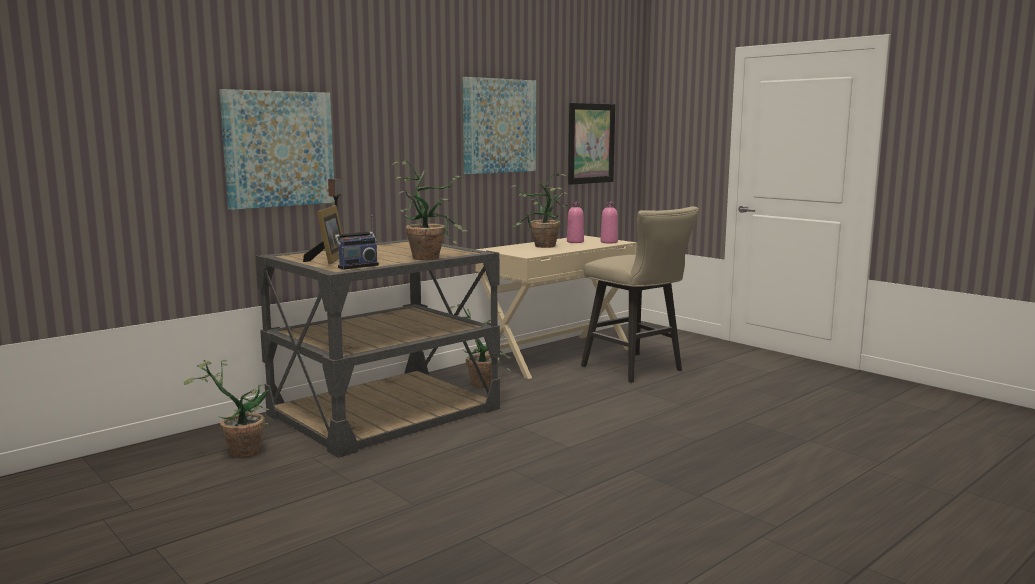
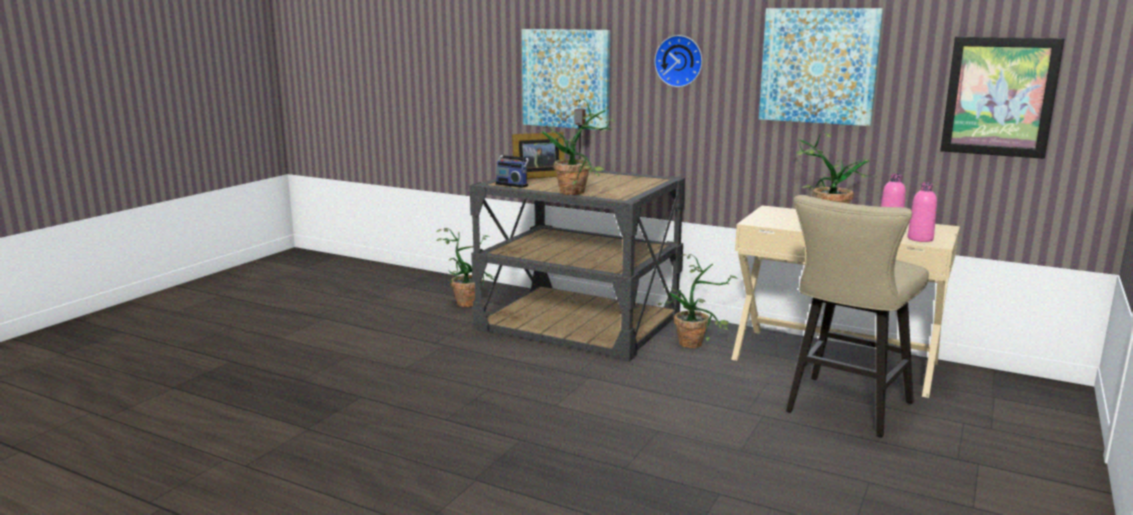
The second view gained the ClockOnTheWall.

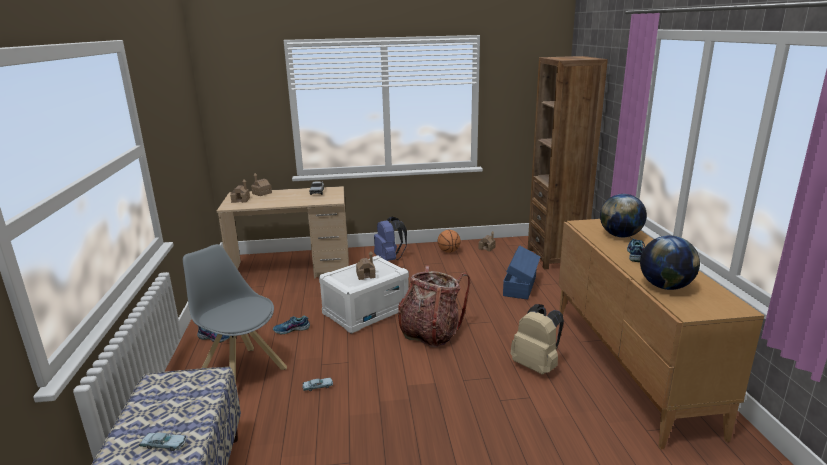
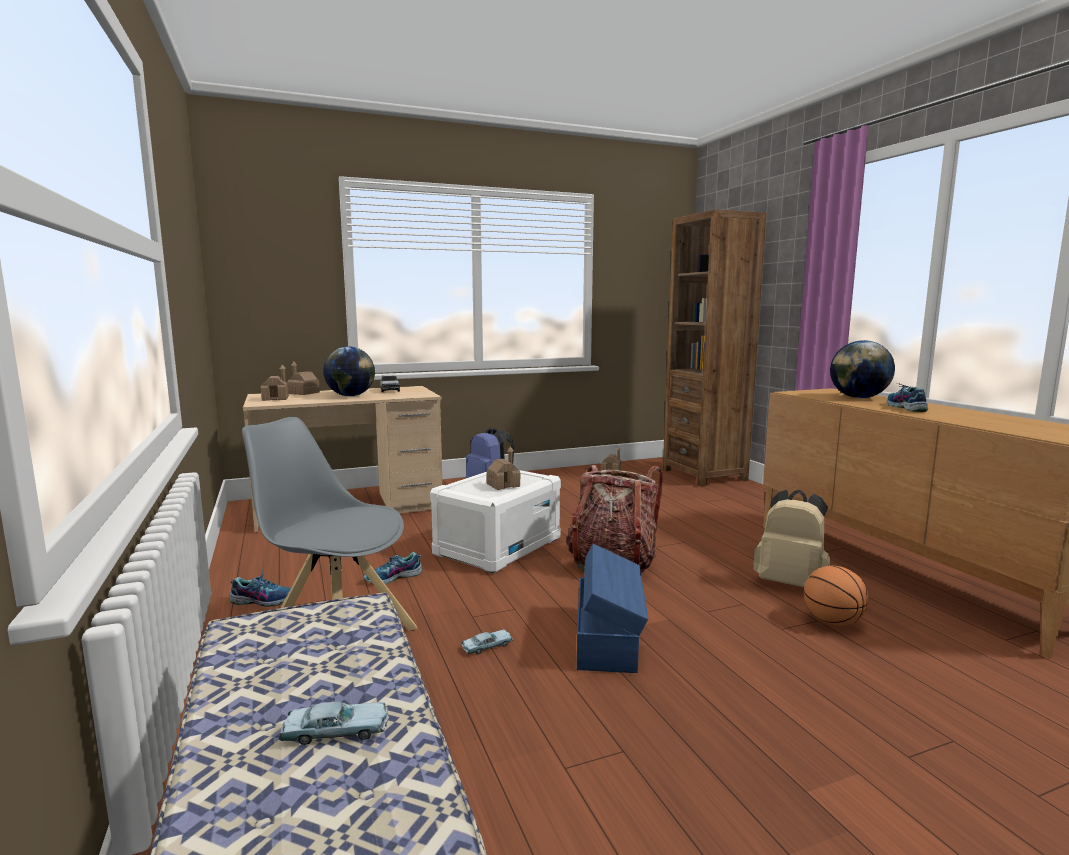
The BallForBasketball ended up elsewhere. The DeskGlobe (no. 2 from left in the first image) ended up elsewhere. The BlueColouredStorageContainer ended up elsewhere.

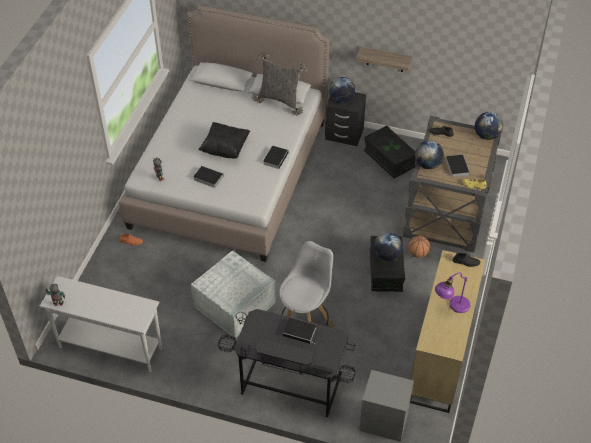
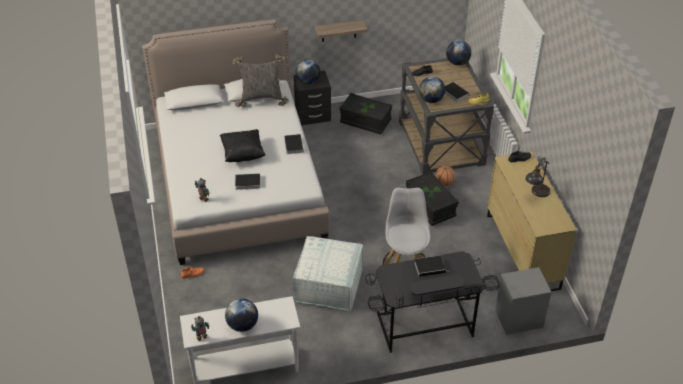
The DeskGlobe (no. 2 from left in the first image) ended up elsewhere. What was the PurpleTableLamp turned into the GreyishTableLamp.

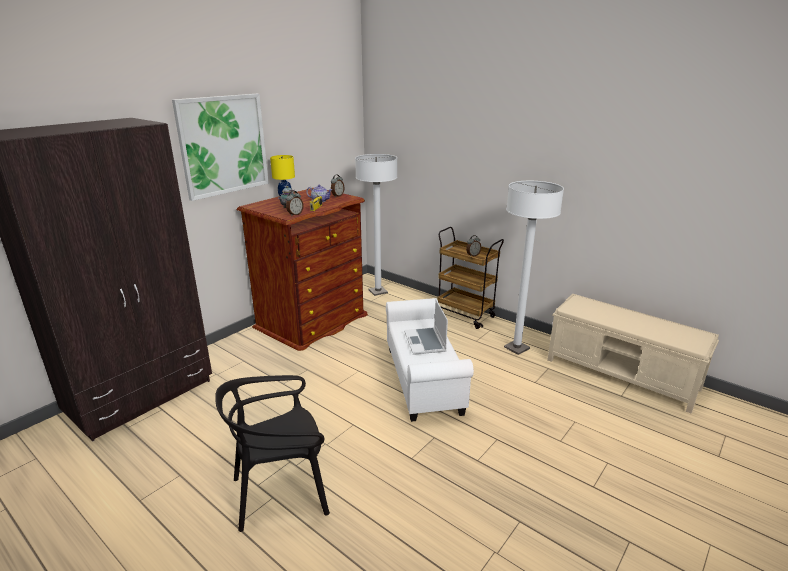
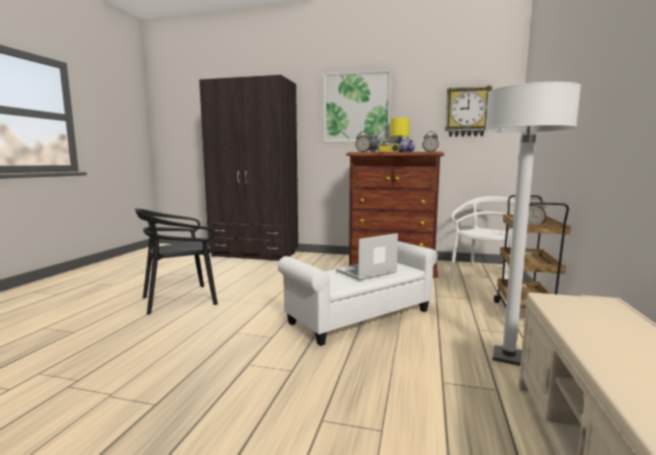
Where the WhiteFloorLamp (no. 1 from left) stood, the WhiteUprightChair came to stand. The BlackUprightChair ended up facing another way, 75 degrees counterclockwise from before. The second view gained the ClockOnTheWall.

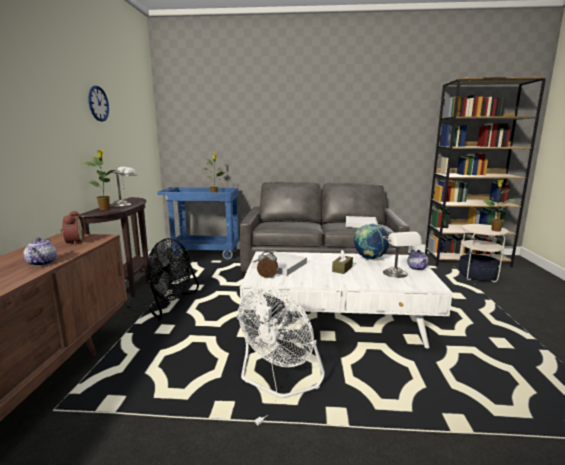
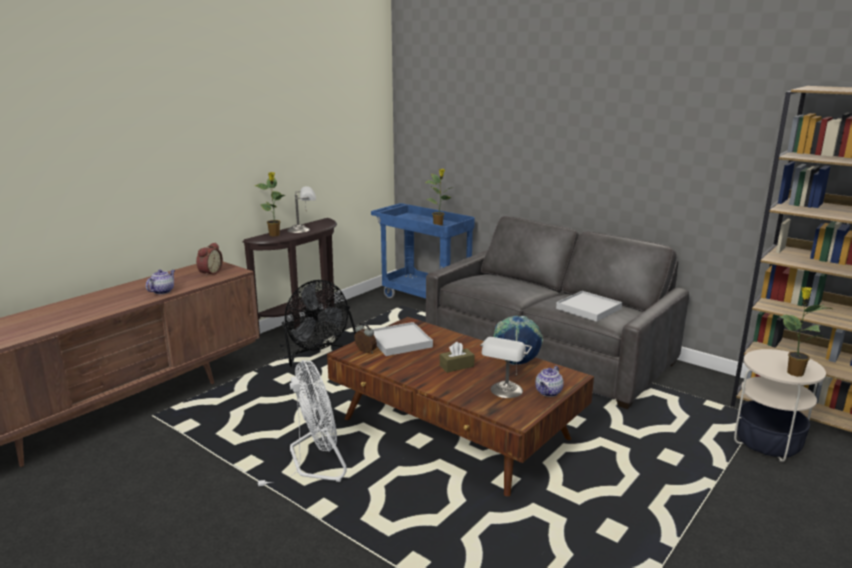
The second view lost the ClockOnTheWall. What was the WhiteCoffeeTable turned into the BrownishCoffeeTable.

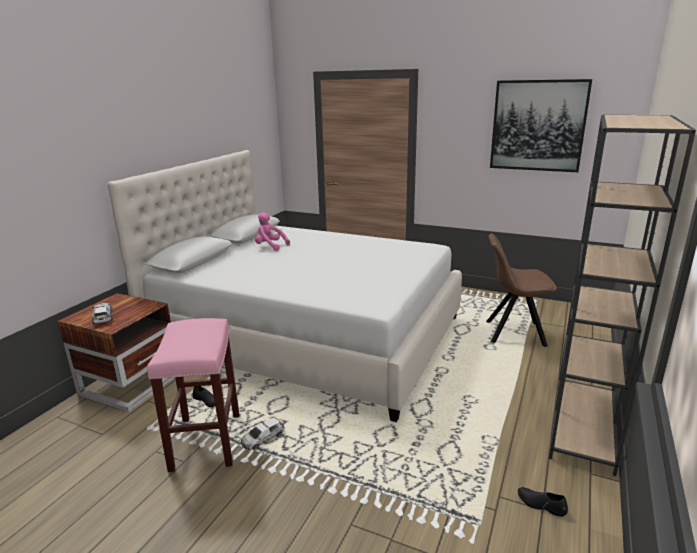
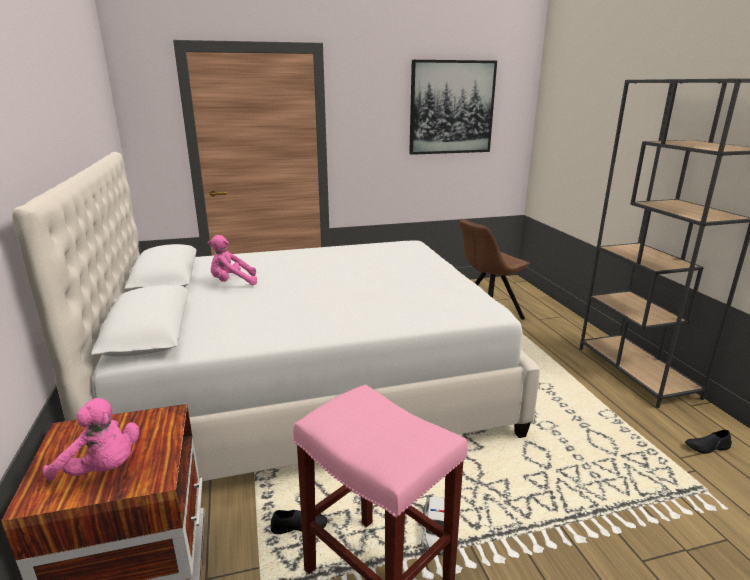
Where the MiniatureCar (no. 1 from left) stood, the PinkPlushToy (no. 1 from left) came to stand.

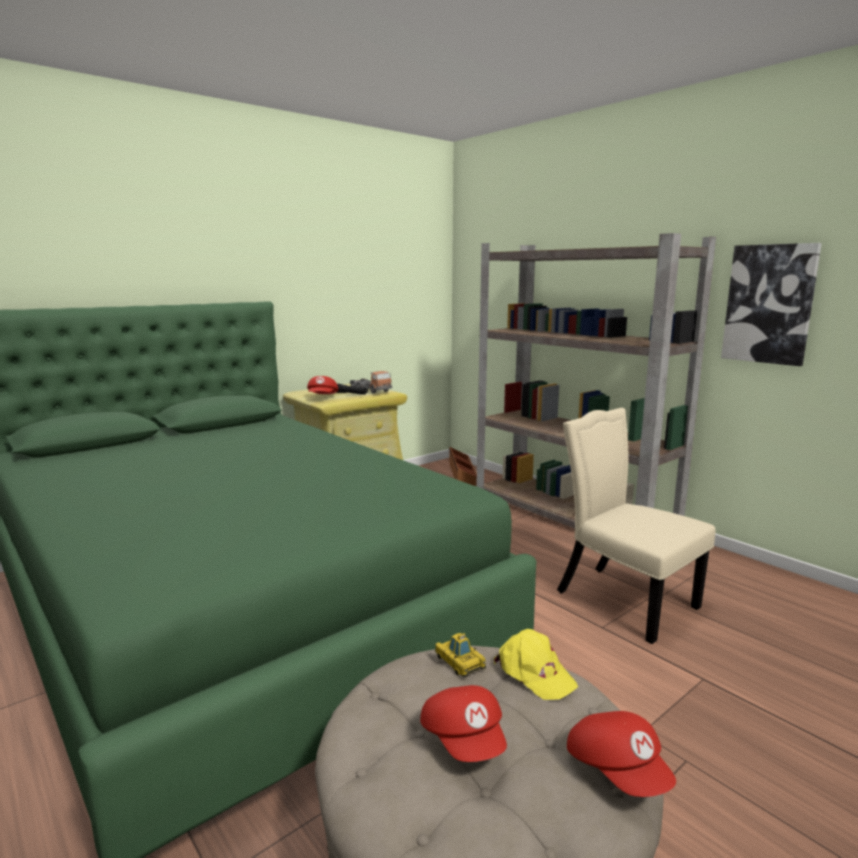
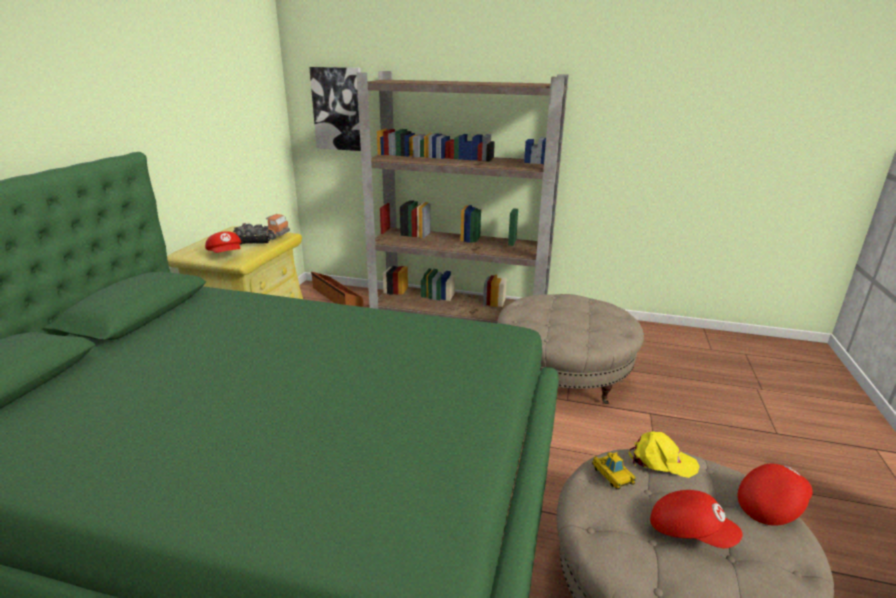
The WallPicture ended up elsewhere. Where the SandColouredUprightChair stood, the SandColouredOttoman (no. 1 from left) came to stand. The MiniatureCar ended up facing another way, 135 degrees counterclockwise from before. The ReddishPeakedCap (no. 3 from left) ended up facing another way, 60 degrees counterclockwise from before.

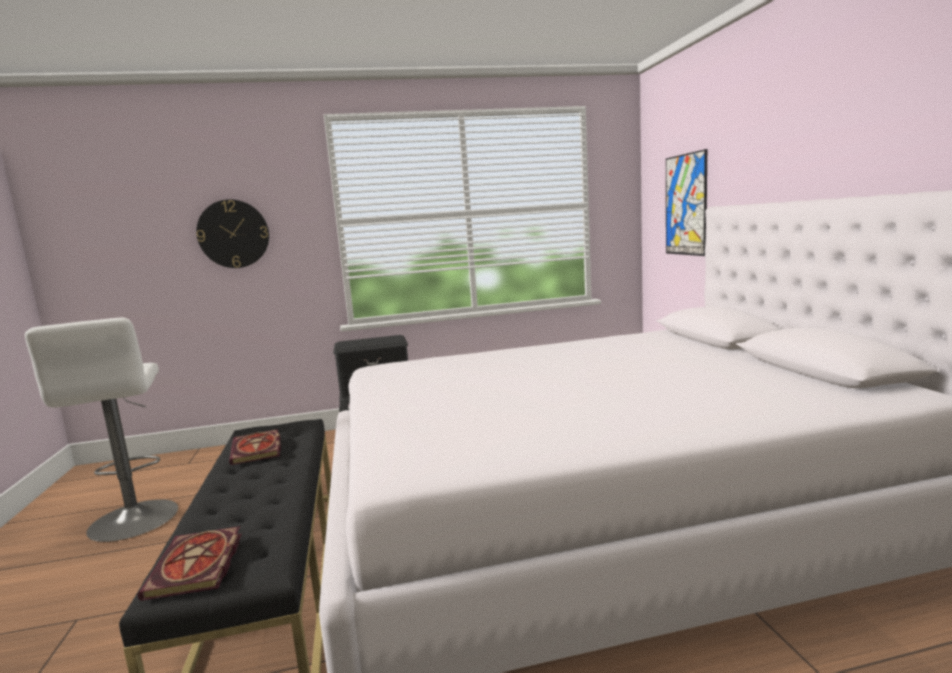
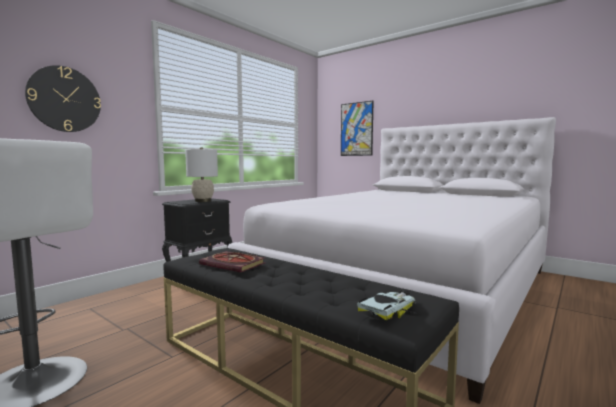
Where the Book (no. 1 from left) stood, the MiniatureCar came to stand. The second view gained the WhiteTableLamp.

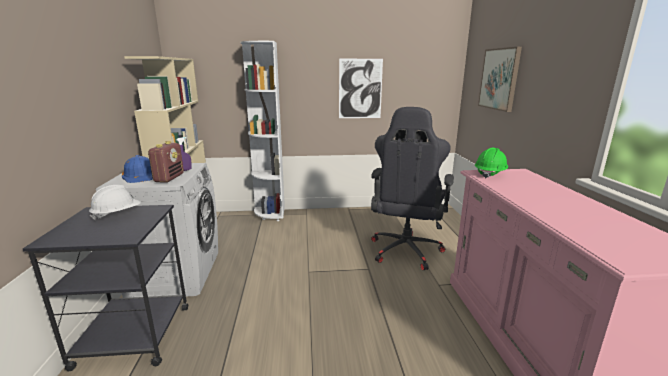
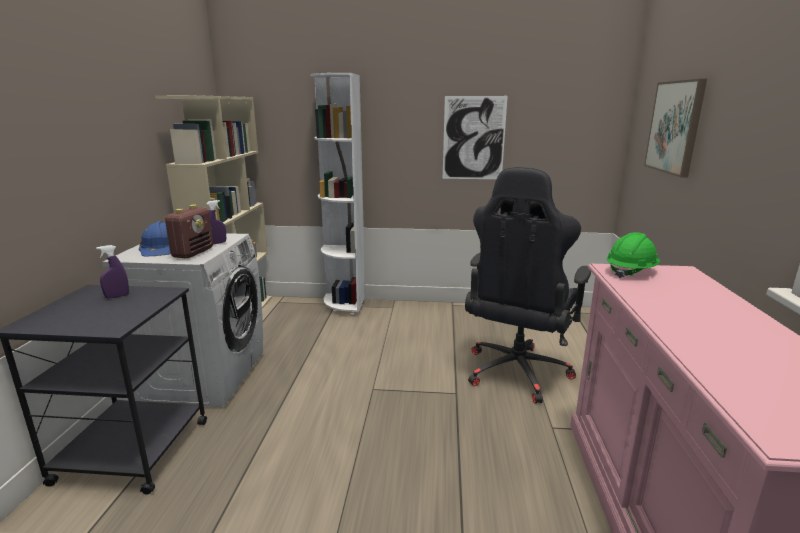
Where the WhiteWorkHelmet stood, the PurpleSprayer (no. 1 from left) came to stand.

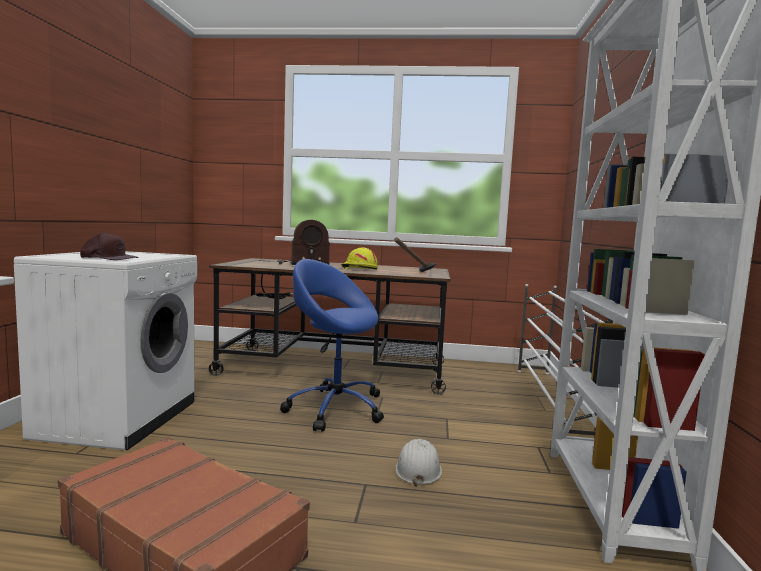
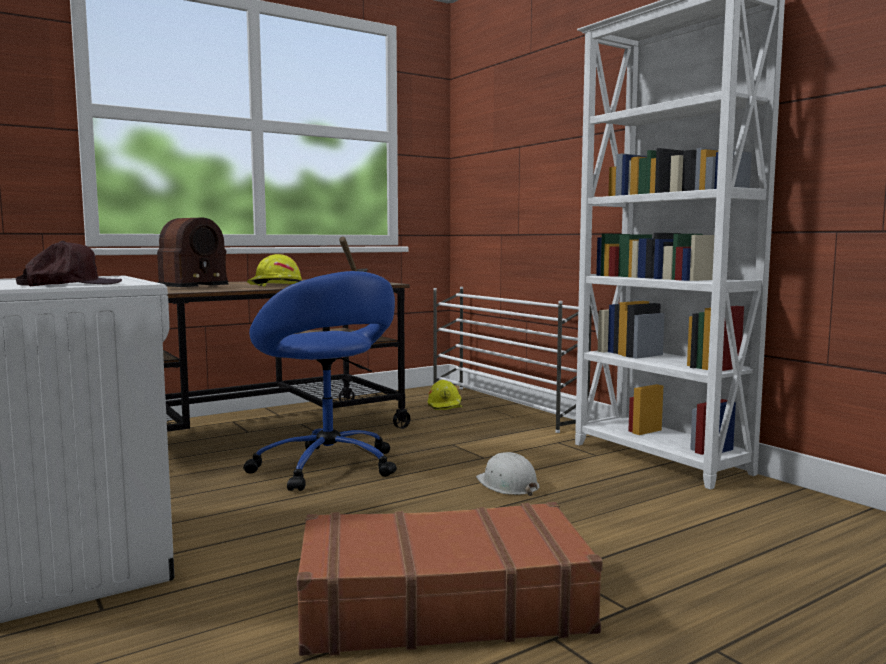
The BlueColouredOfficeChair ended up facing another way, 105 degrees counterclockwise from before. The second view gained the YellowColouredWorkHelmet (no. 2 from left).

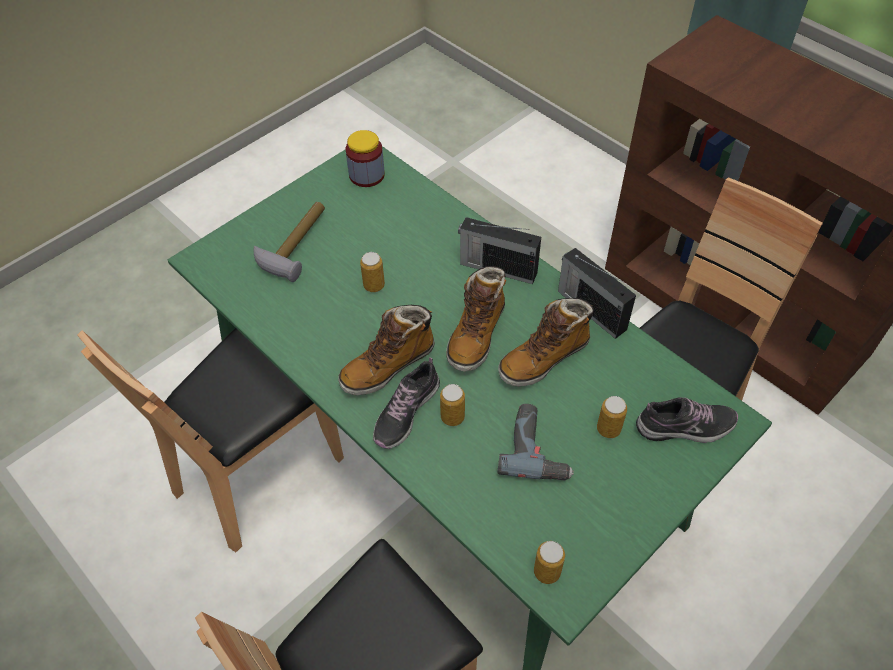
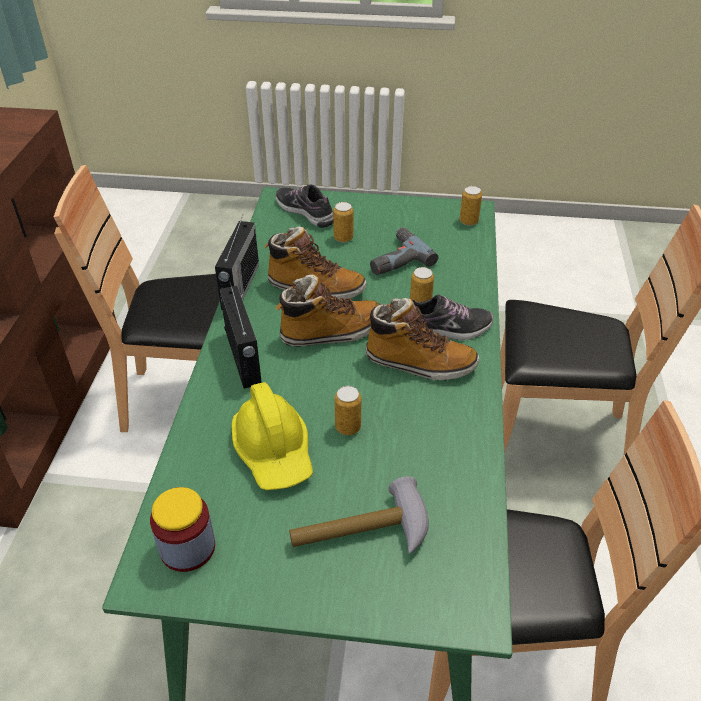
The second view gained the YellowColouredWorkHelmet.

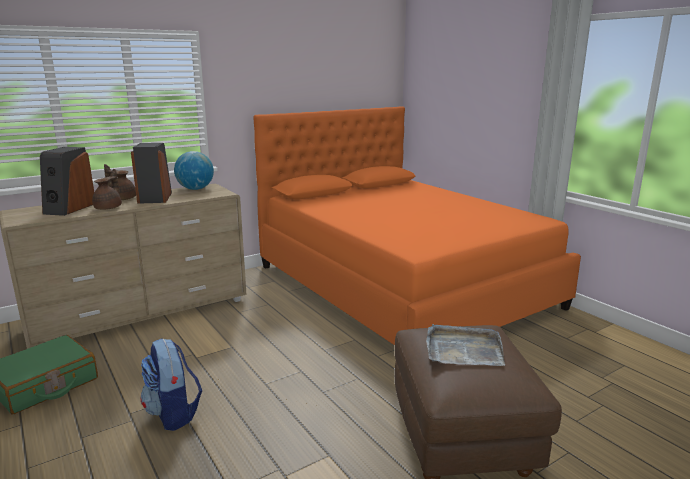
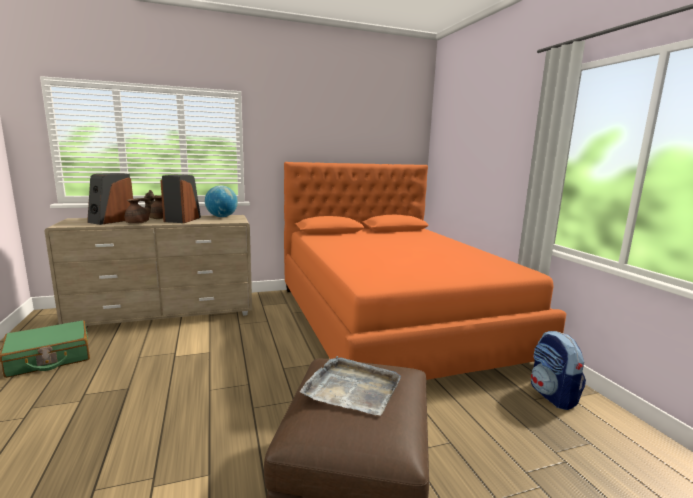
The Knapsack ended up elsewhere.

